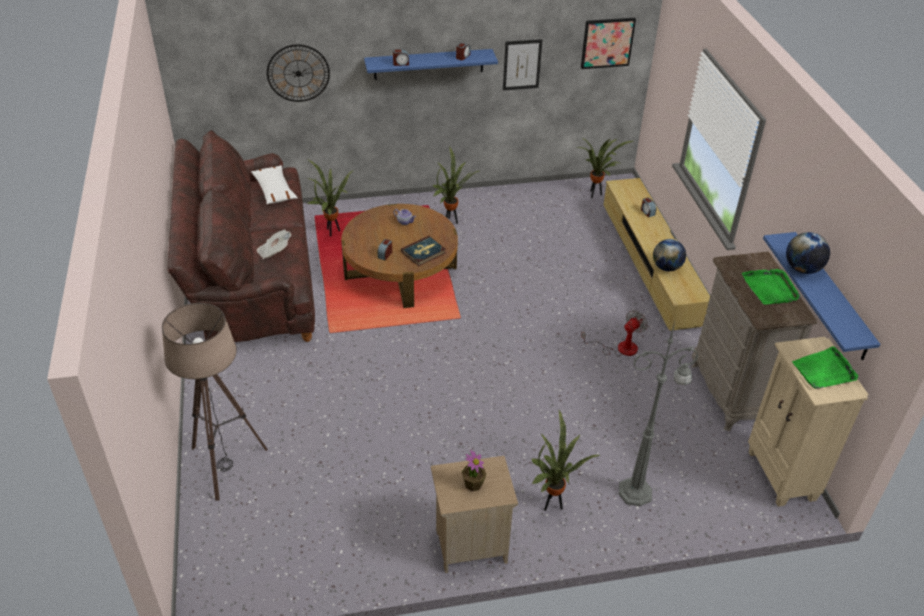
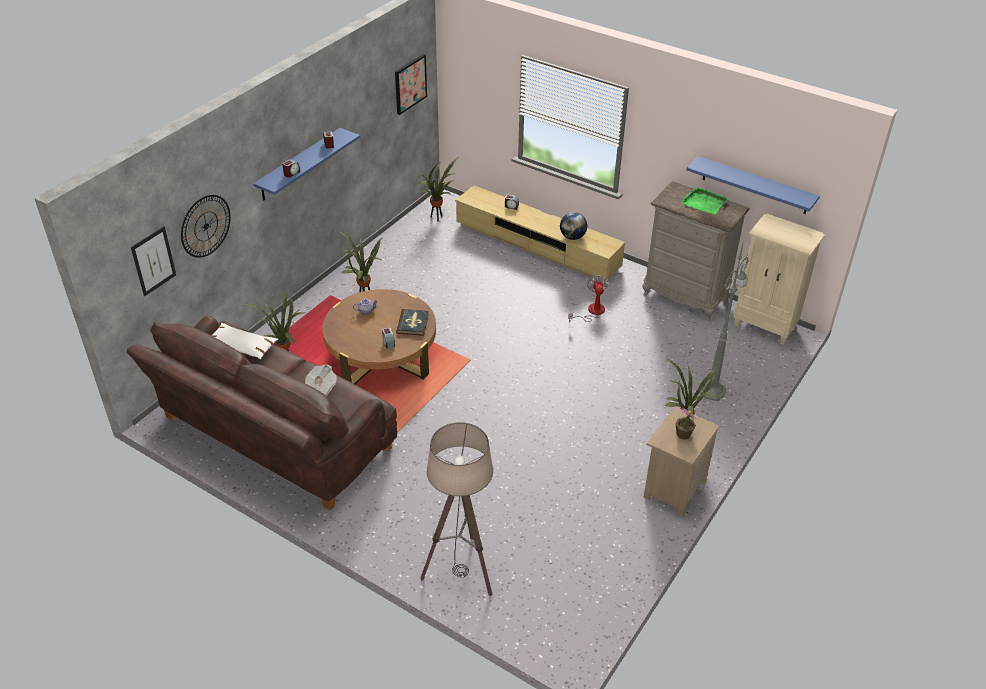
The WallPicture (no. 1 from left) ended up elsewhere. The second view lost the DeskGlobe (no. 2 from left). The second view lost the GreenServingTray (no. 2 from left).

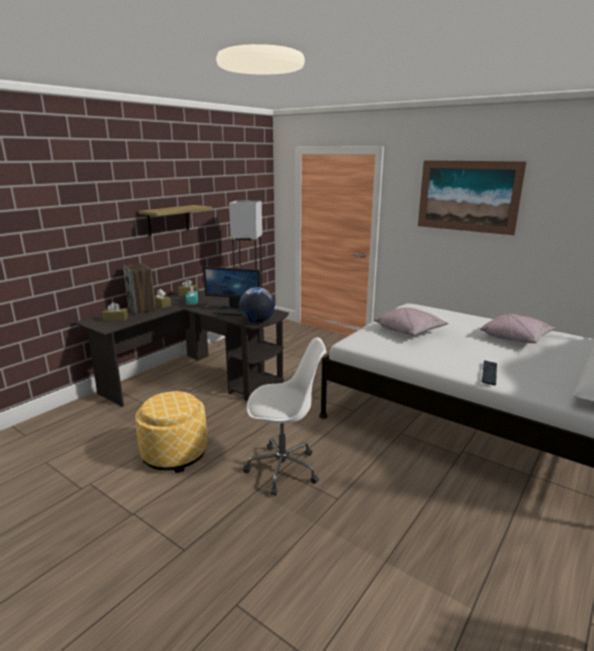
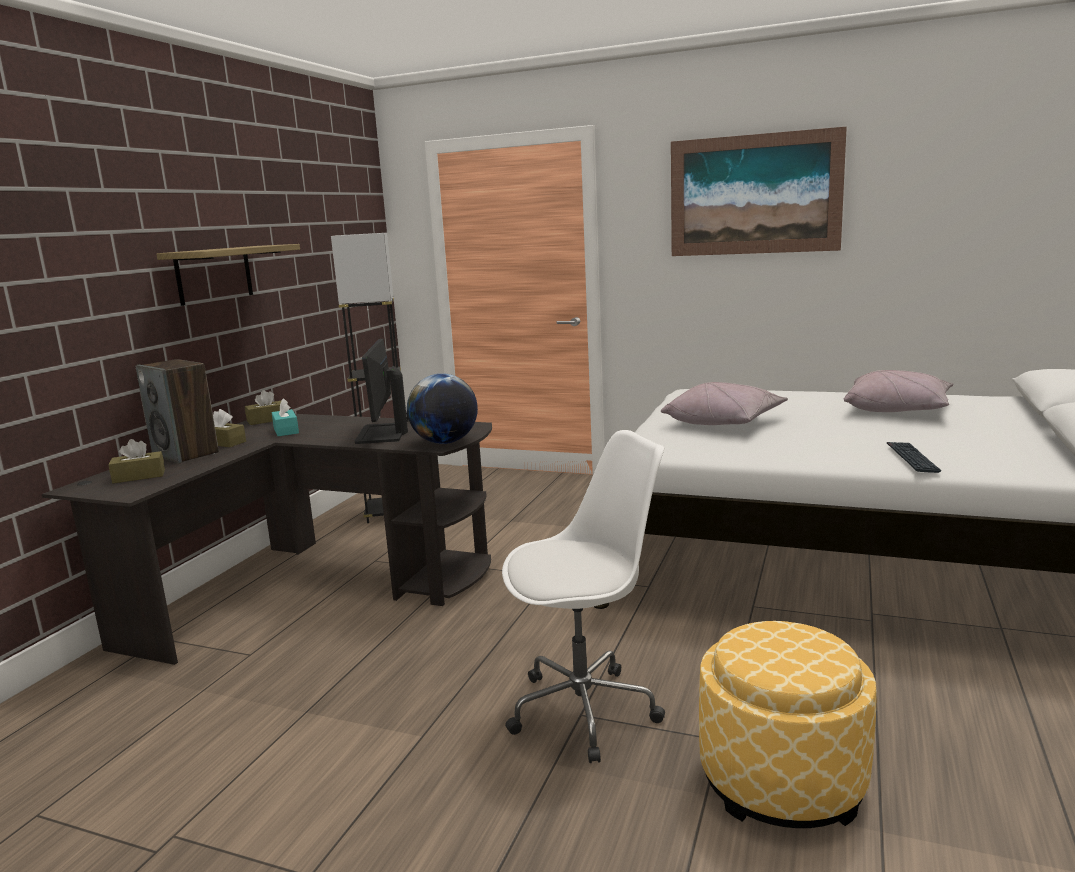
The ComputerDisplay ended up facing another way, 90 degrees clockwise from before. The Ottoman ended up elsewhere.

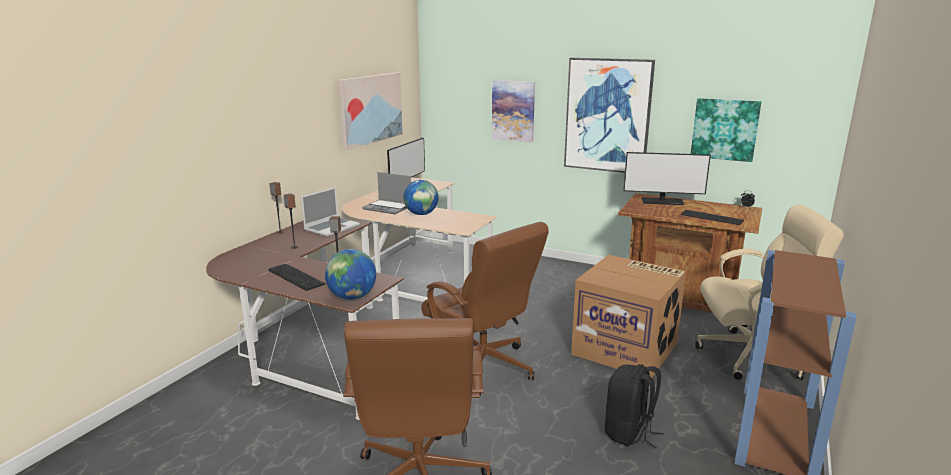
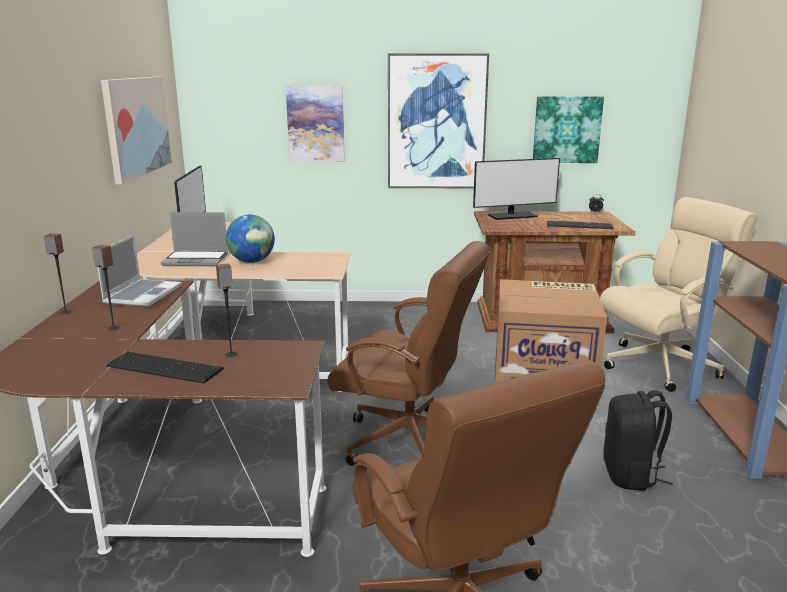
The second view lost the DeskGlobe (no. 1 from left).

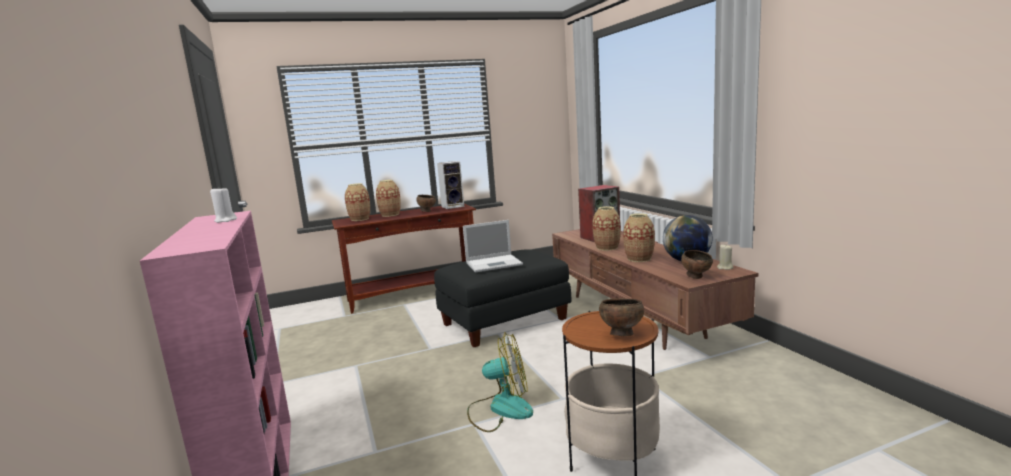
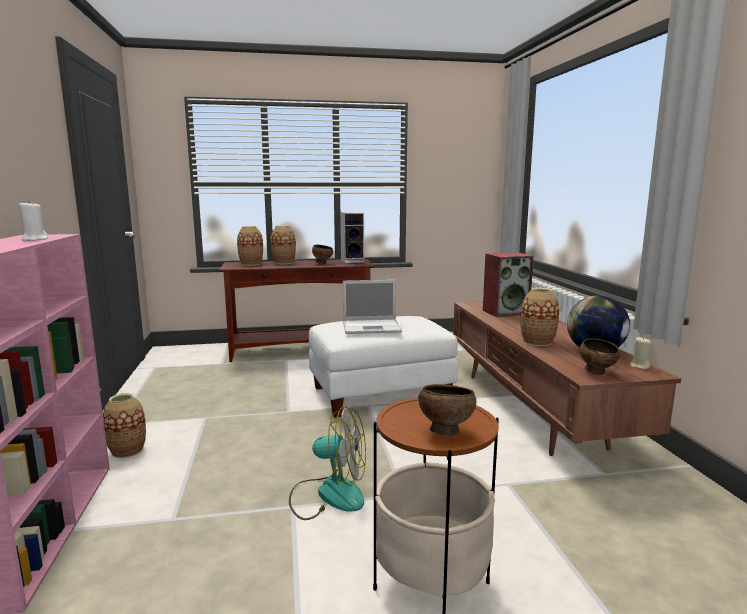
The DecorativeVase (no. 3 from left in the first image) ended up elsewhere. What was the BlackOttoman turned into the WhiteOttoman.

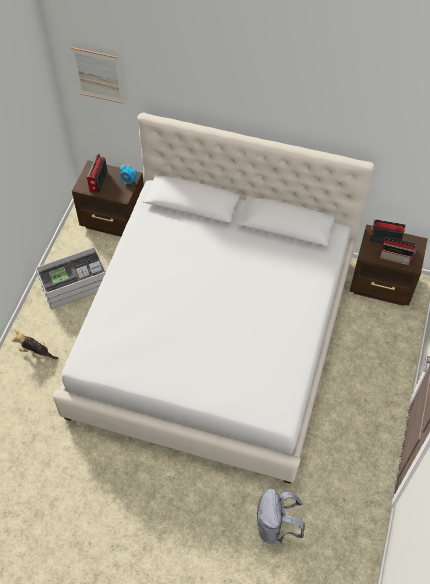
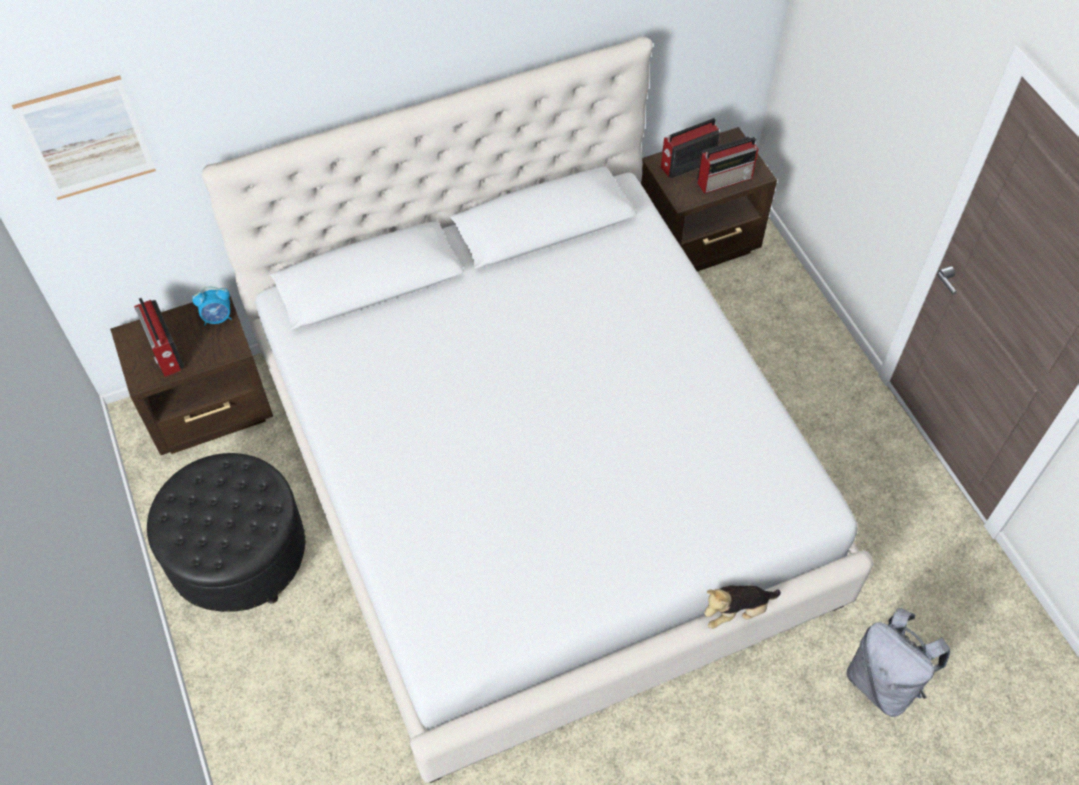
Where the GreyishStorageContainer stood, the BlackOttoman came to stand. The PlushToy ended up elsewhere.

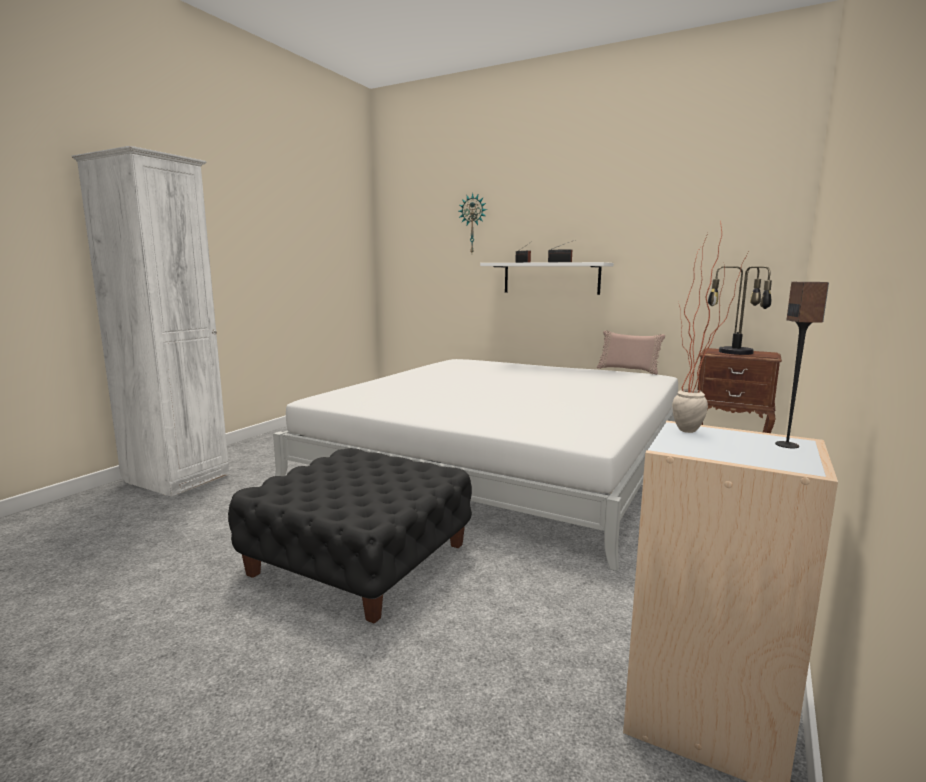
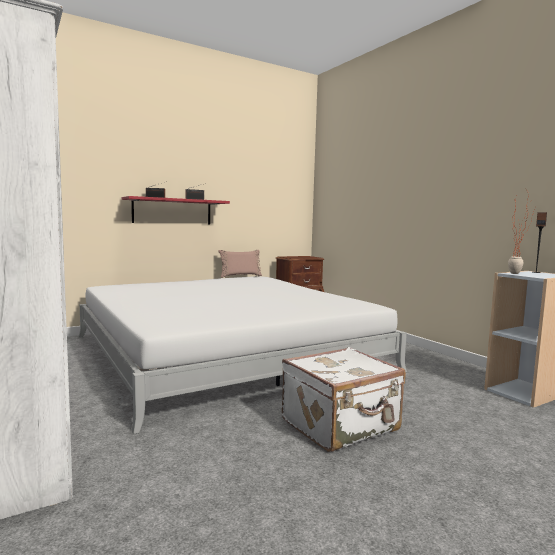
The second view lost the ClockOnTheWall. What was the WhiteBracketShelf turned into the ReddishBracketShelf. The second view lost the TableLamp. Where the BlackOttoman stood, the WhiteSuitcase came to stand.

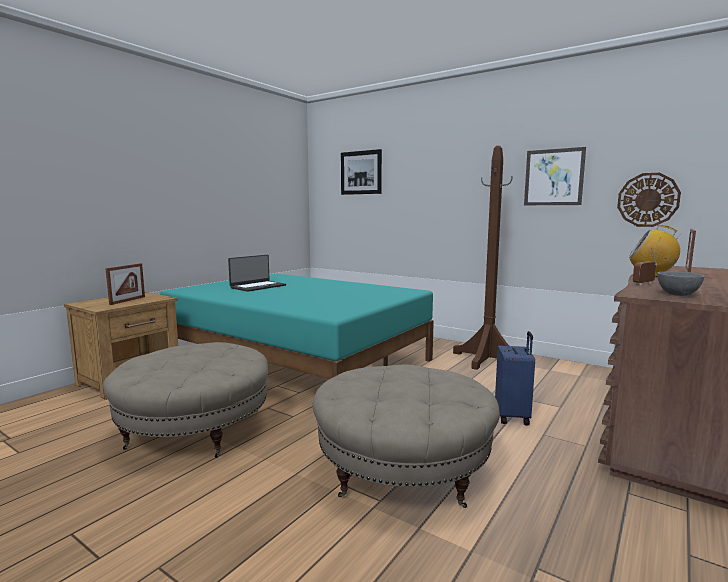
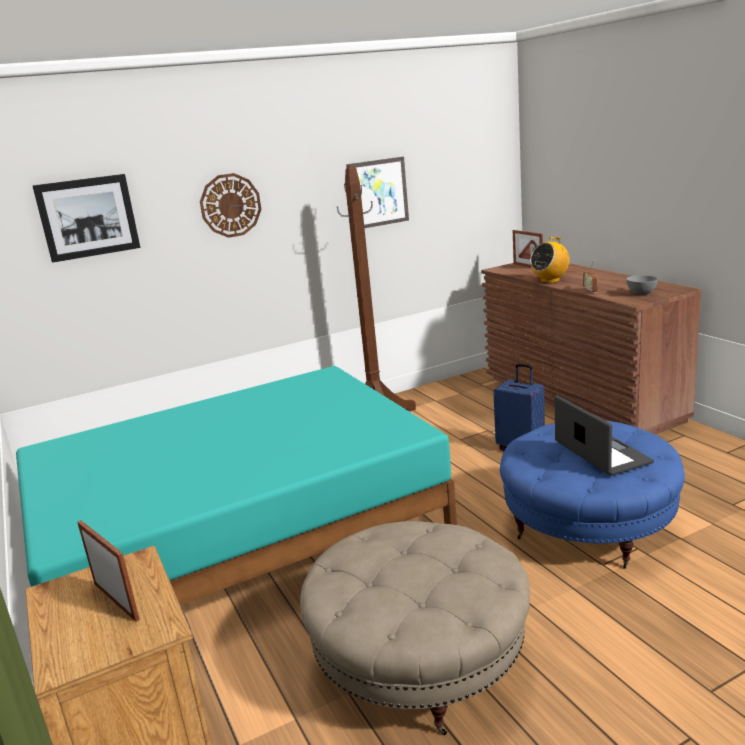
The ClockOnTheWall ended up elsewhere. The NotebookComputer ended up elsewhere. What was the SandColouredOttoman (no. 2 from left) turned into the BlueColouredOttoman.

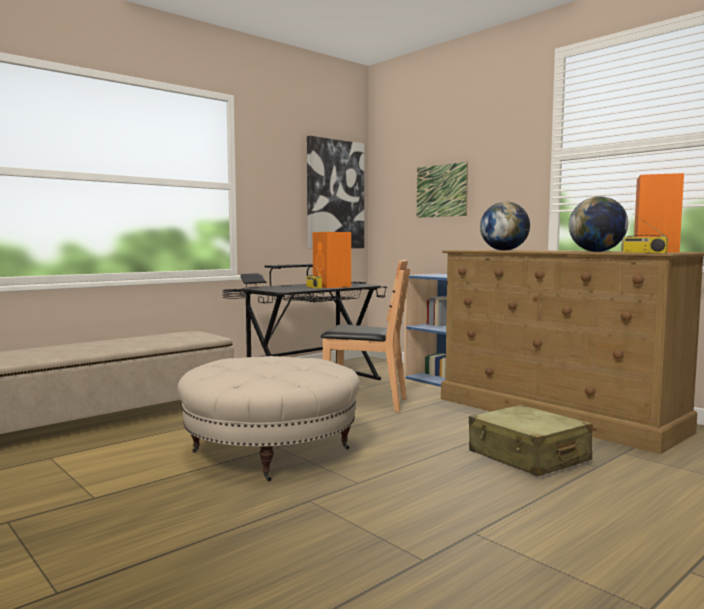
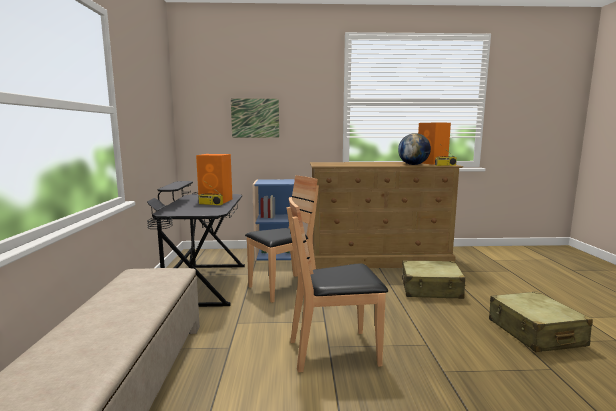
The second view lost the WallPicture (no. 1 from left). The second view lost the DeskGlobe (no. 1 from left). Where the SandColouredOttoman stood, the BrownishUprightChair (no. 2 from left) came to stand. The second view gained the SandColouredSuitcase (no. 2 from left).

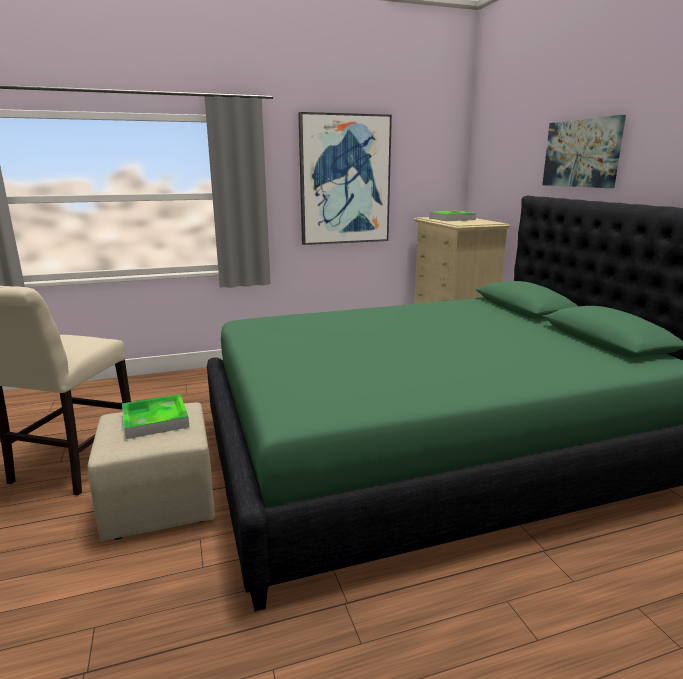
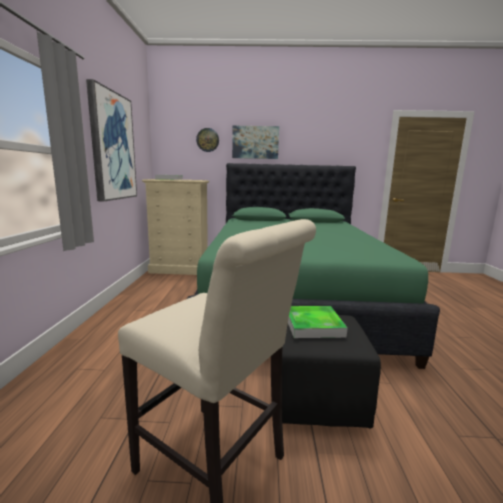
What was the SandColouredOttoman turned into the BlackOttoman. The second view gained the ClockOnTheWall.

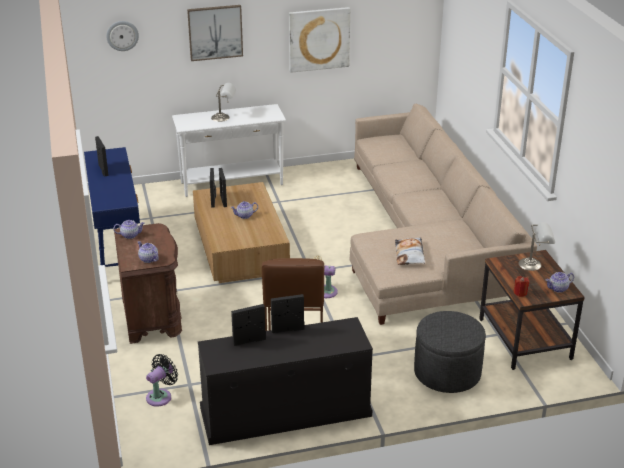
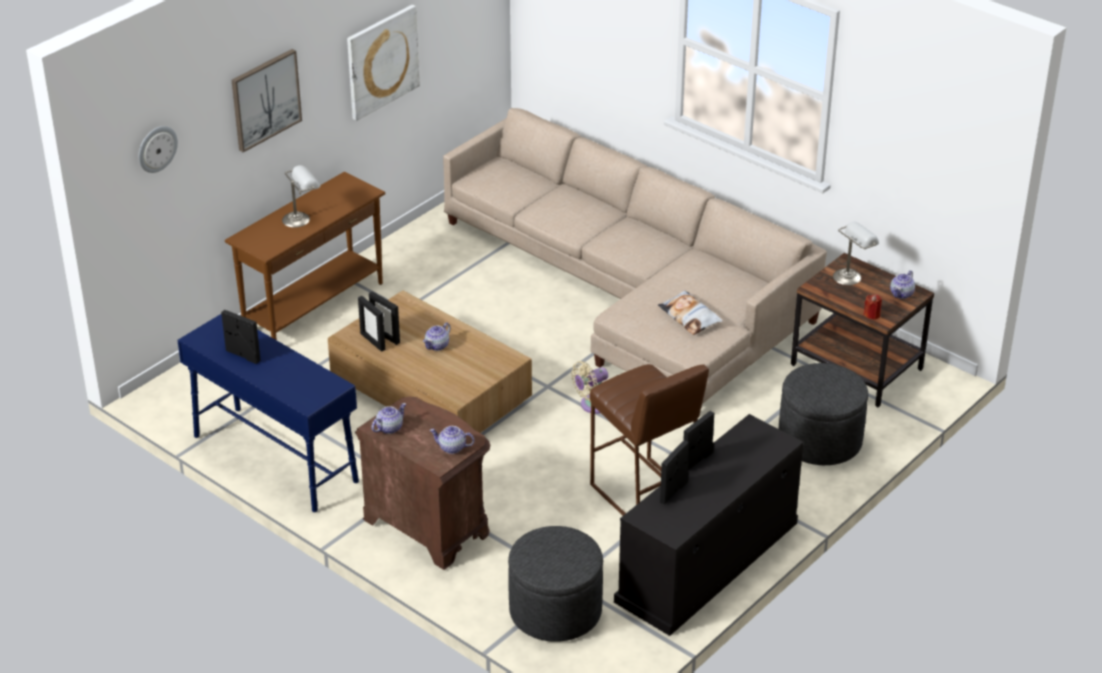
What was the WhiteConsoleTable turned into the BrownishConsoleTable. Where the BlackElectricFan stood, the GreyishOttoman (no. 1 from left) came to stand.

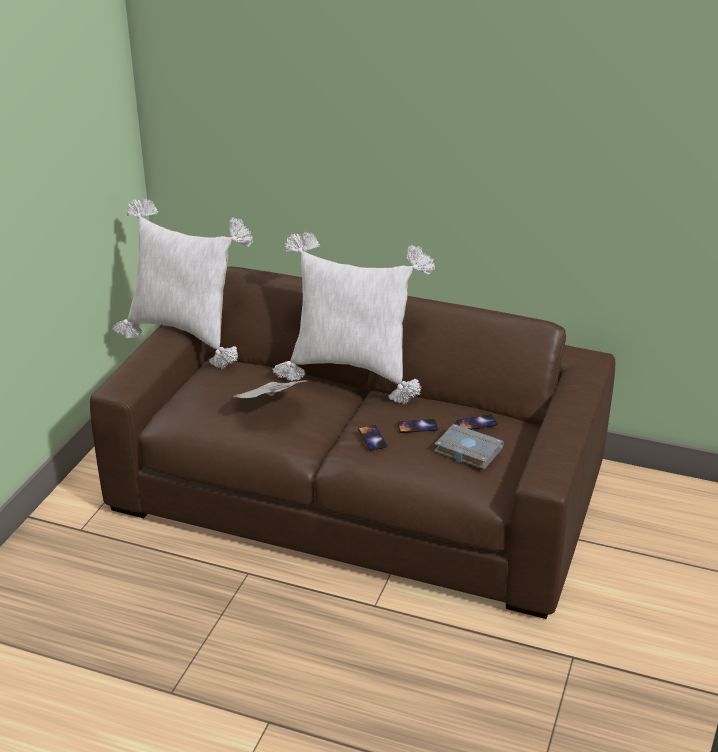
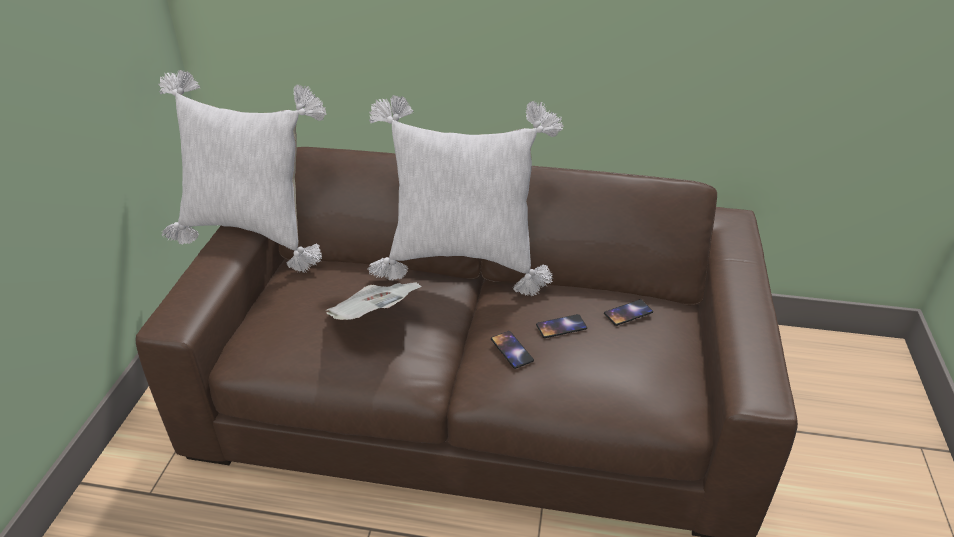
The second view lost the GreyishBook.

